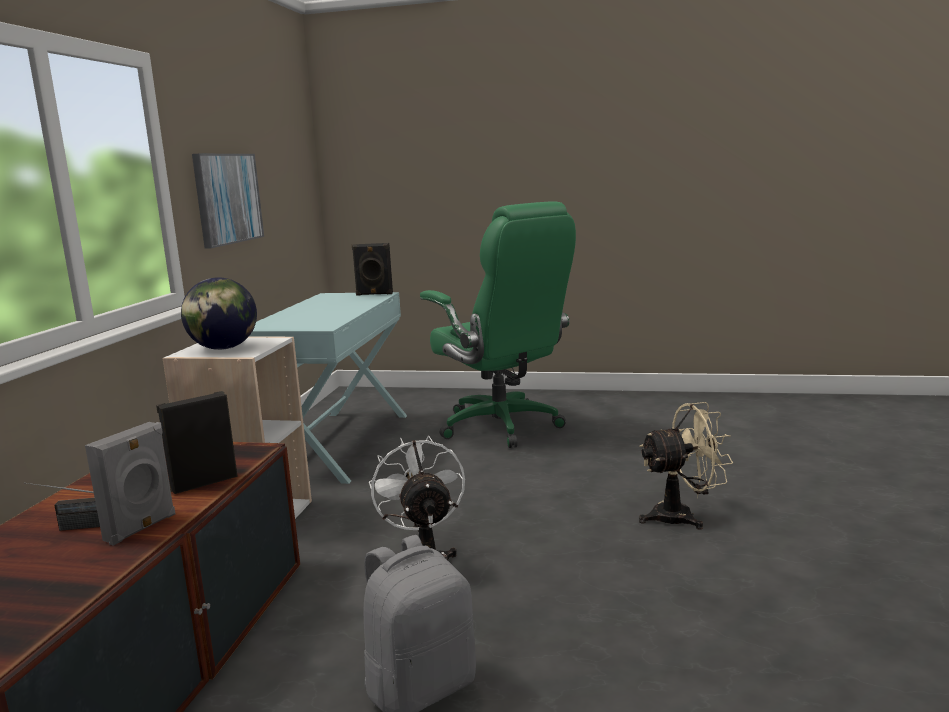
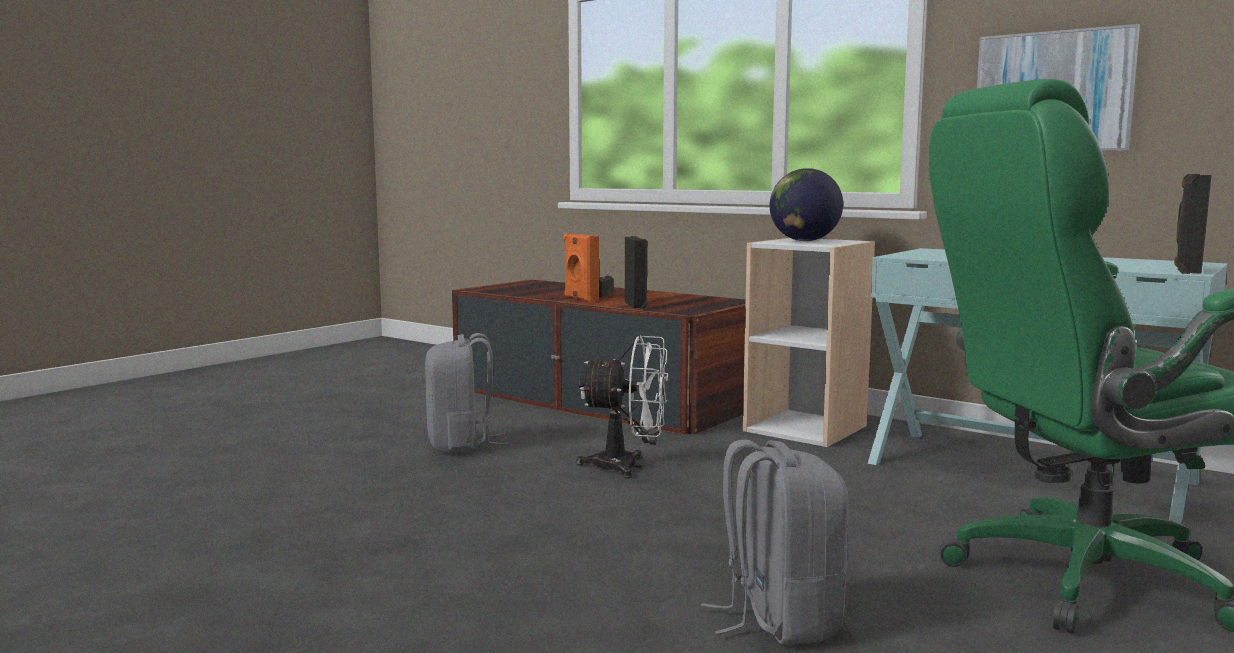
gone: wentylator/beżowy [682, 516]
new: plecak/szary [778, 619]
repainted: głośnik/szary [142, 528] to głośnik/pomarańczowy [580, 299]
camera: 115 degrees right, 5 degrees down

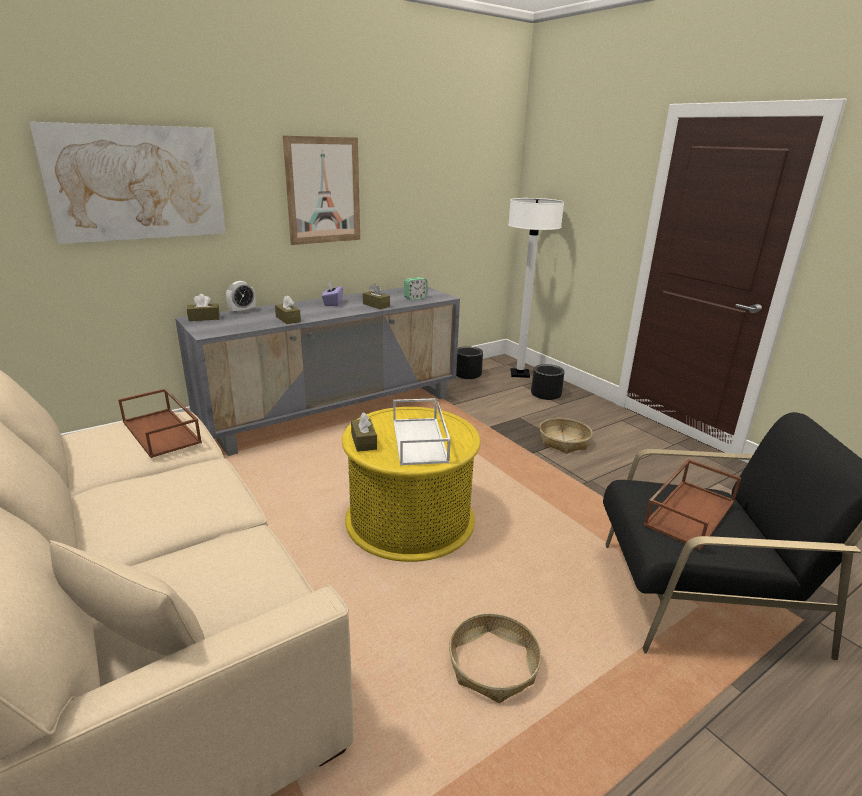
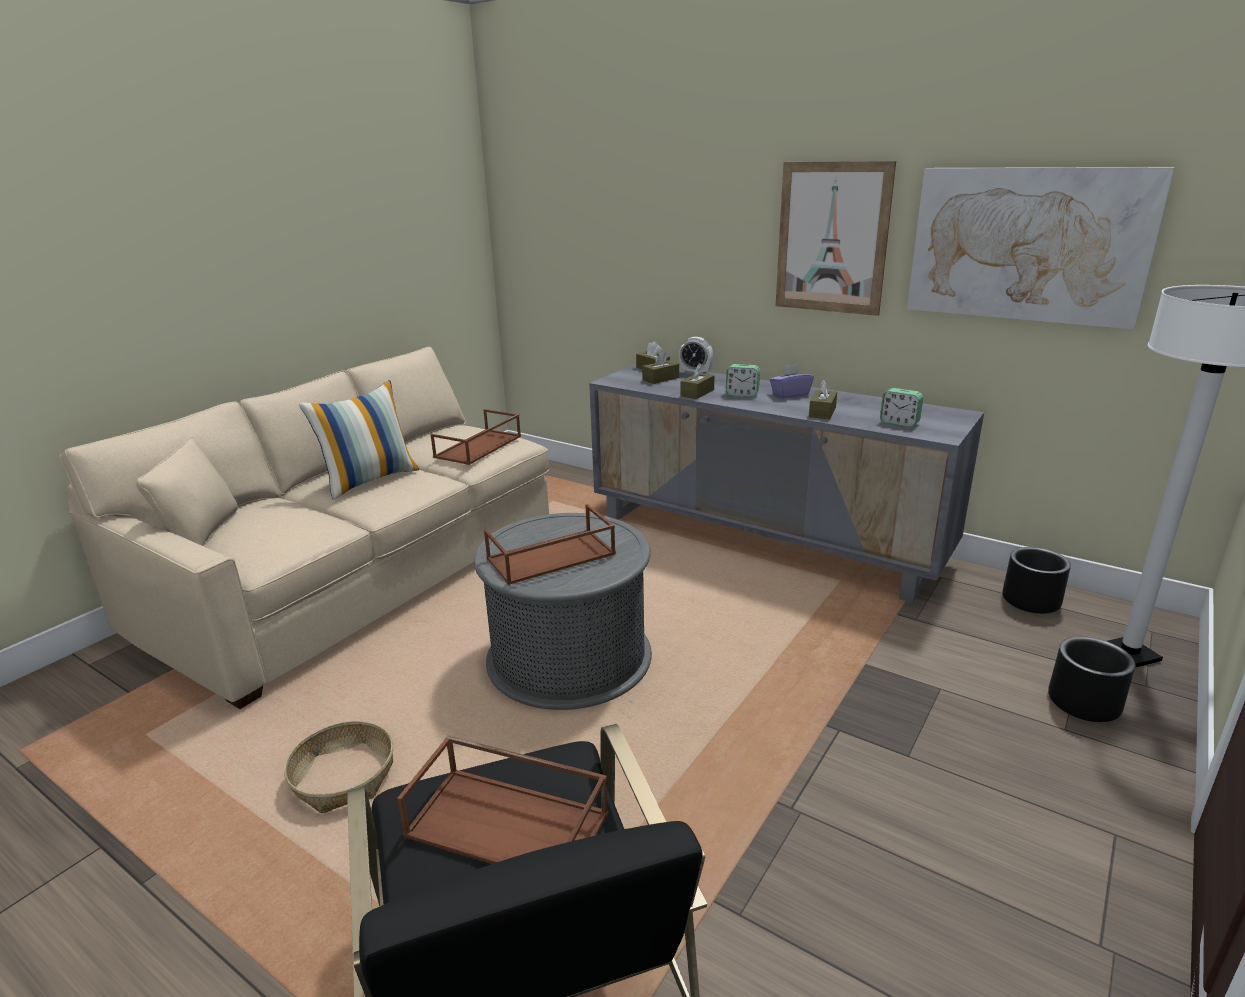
gone: koszyk [563, 442]
new: poduszka [369, 480]; budzik [742, 394]
shifted: obraz [137, 183] to [1027, 245]; pudełko chusteczek/brązowy [363, 441] to [660, 379]
repainted: ława/żółty [410, 519] to ława/szary [569, 657]; taca/biały [420, 441] to taca/brązowy [550, 557]
camera: 70 degrees right, 0 degrees up

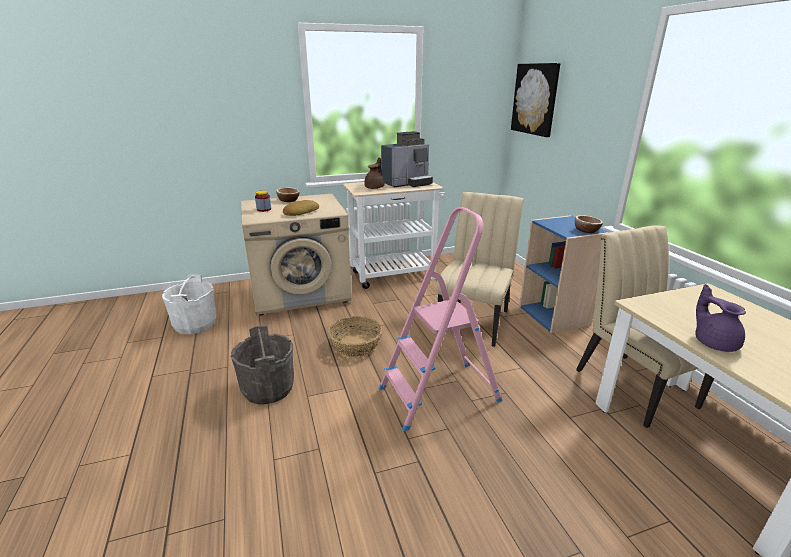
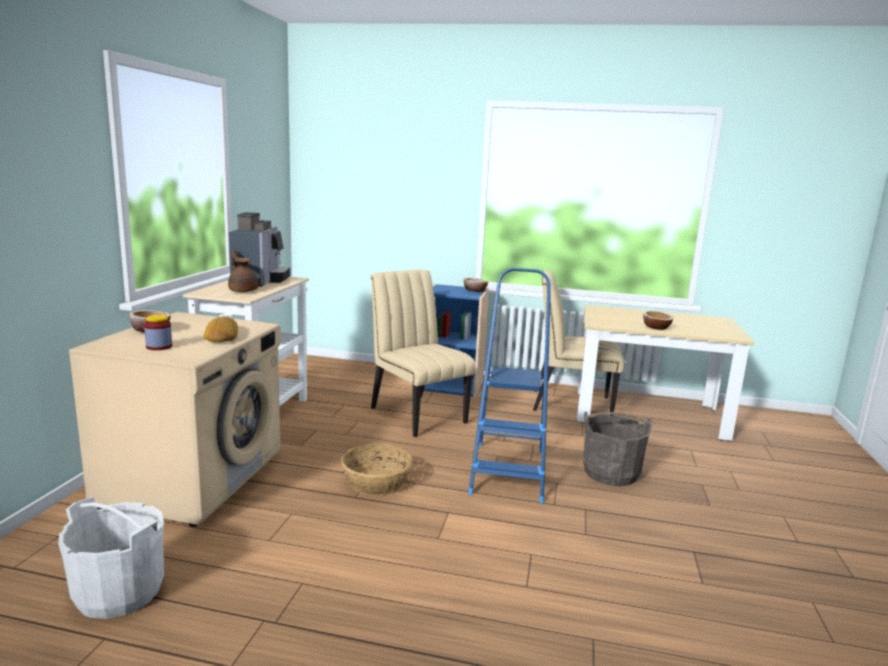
gone: obraz [535, 99]
shifted: wiadro/szary [268, 388] to [610, 473]
swapped: imbryk/fioletowy [714, 342] to miska [656, 327]
repainted: drabinka/różowy [438, 394] to drabinka/niebieski [508, 471]
camera: 60 degrees left, 10 degrees down

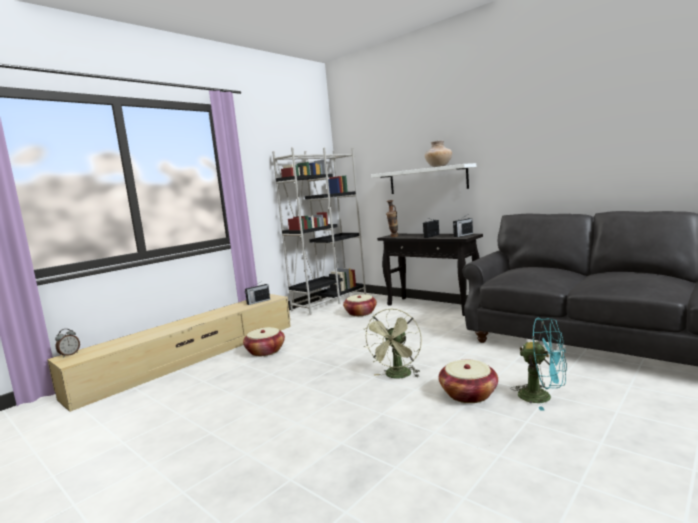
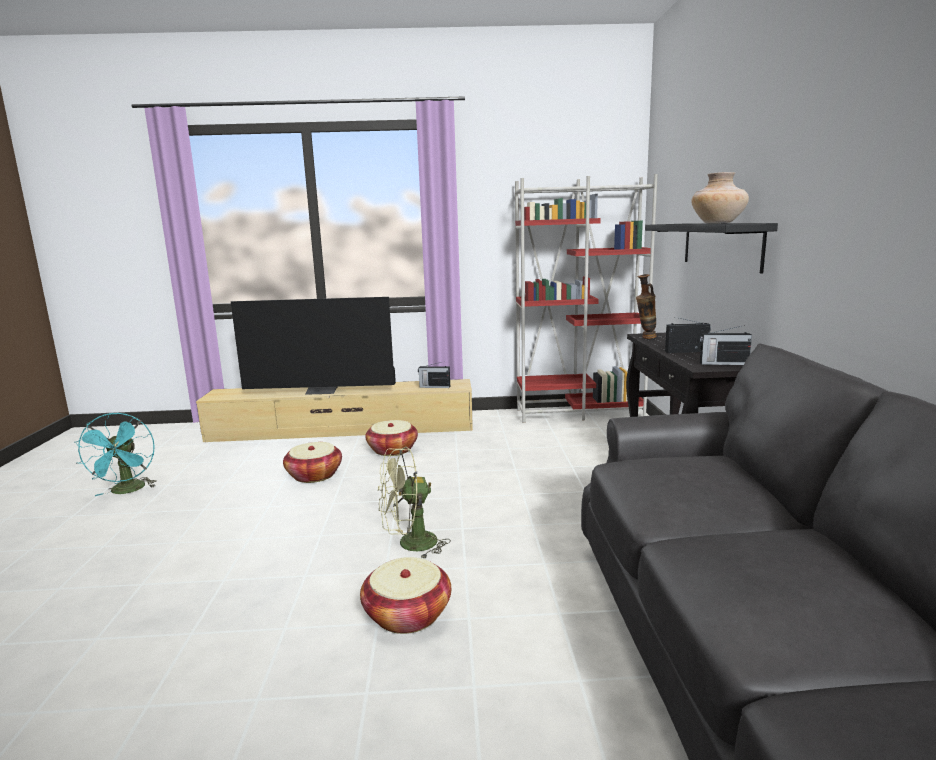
gone: budzik [69, 354]
new: telewizor [322, 391]
shifted: koszyk [360, 313] to [314, 475]; wentylator/turkusowy [542, 397] to [127, 491]
repainted: regał/czarny [330, 301] to regał/czerwony [580, 413]; półka/biały [427, 180] to półka/czarny [721, 245]
camera: 45 degrees right, 5 degrees up

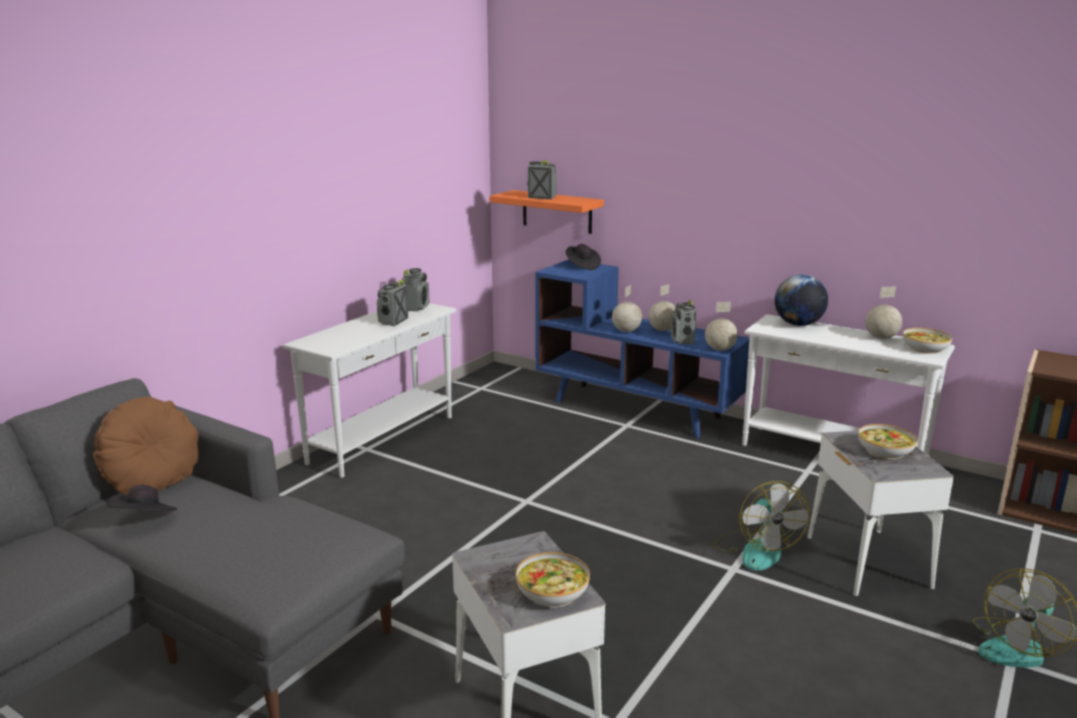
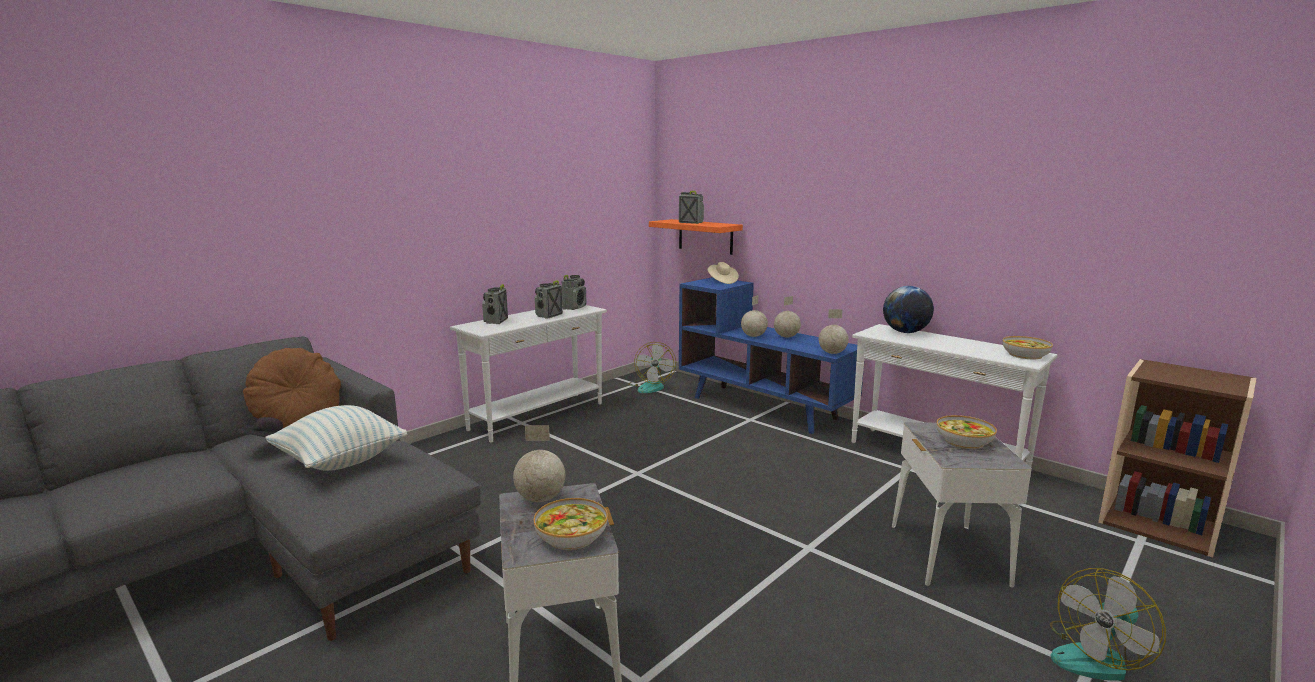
new: poduszka [340, 461]
shifted: radio [682, 340] to [495, 321]; wentylator [756, 550] to [651, 386]; globus [881, 338] to [541, 499]
repainted: kapelusz/czarny [582, 266] to kapelusz/beżowy [722, 281]
camera: 10 degrees right, 5 degrees down

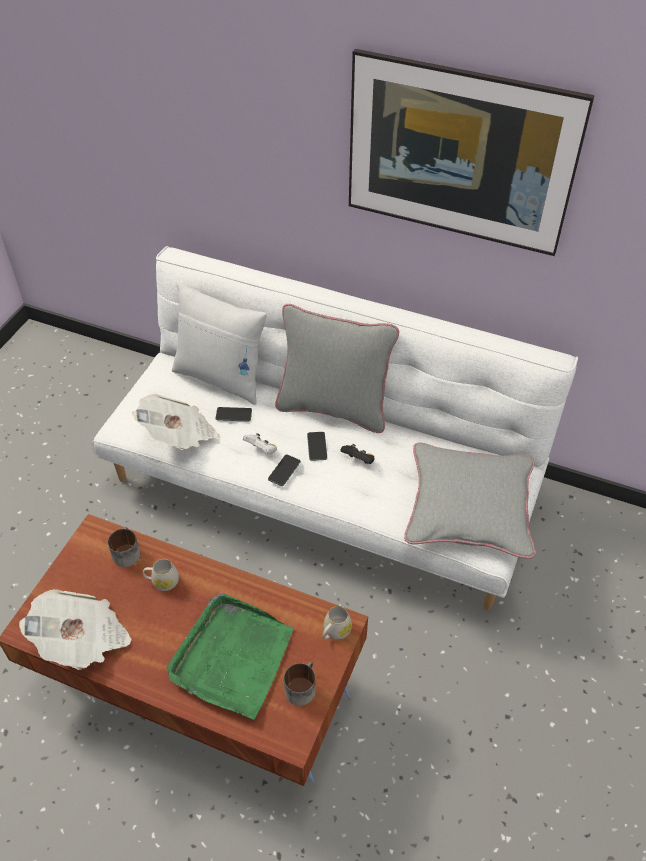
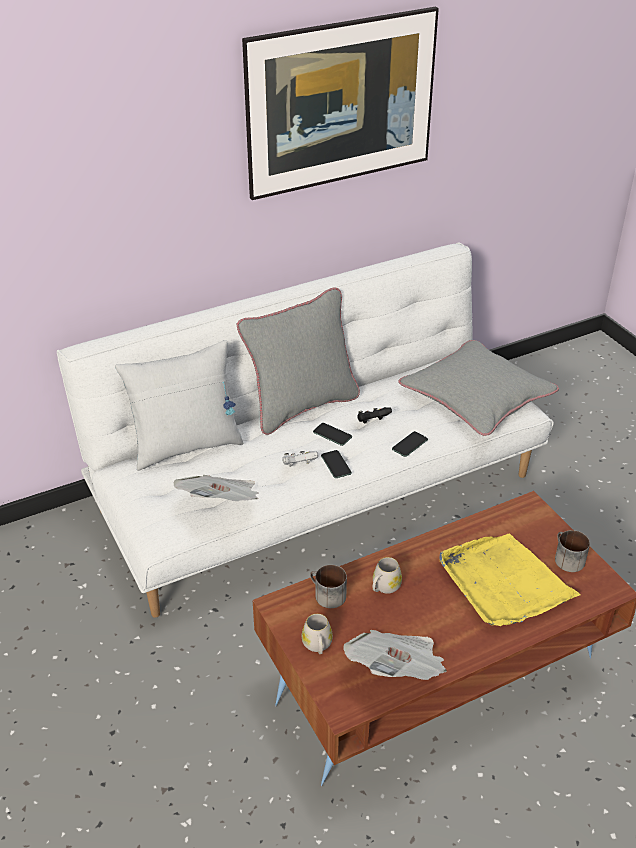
shifted: telefon [233, 414] to [409, 444]; kubek/biały [335, 632] to [317, 646]
repainted: taca/zielony [232, 657] to taca/żółty [503, 583]
camera: 50 degrees left, 10 degrees down

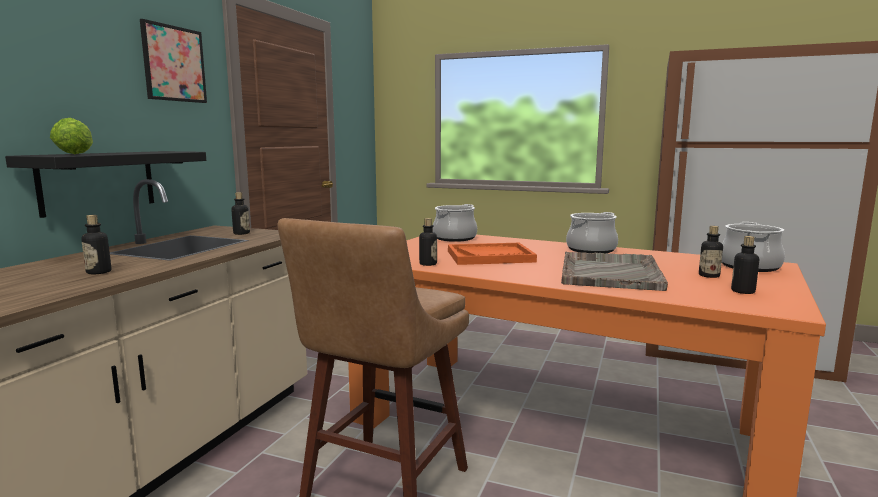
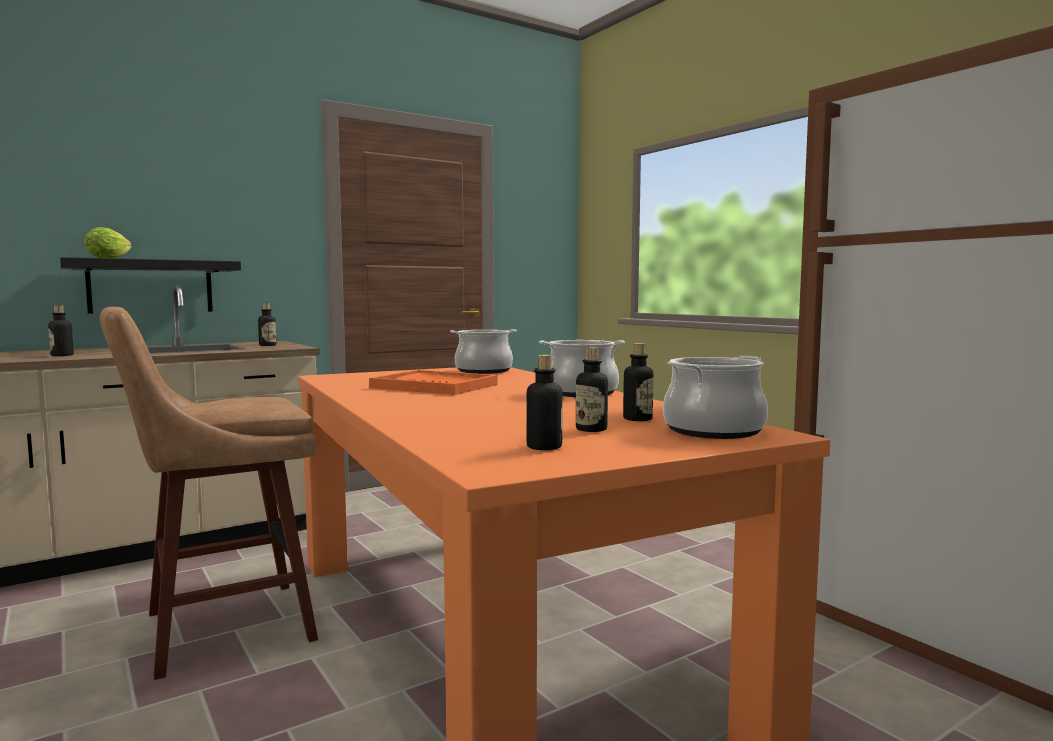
gone: obraz [174, 64]; taca/szary [610, 273]
shifted: butelka [428, 264] to [637, 419]
camera: 35 degrees right, 5 degrees down

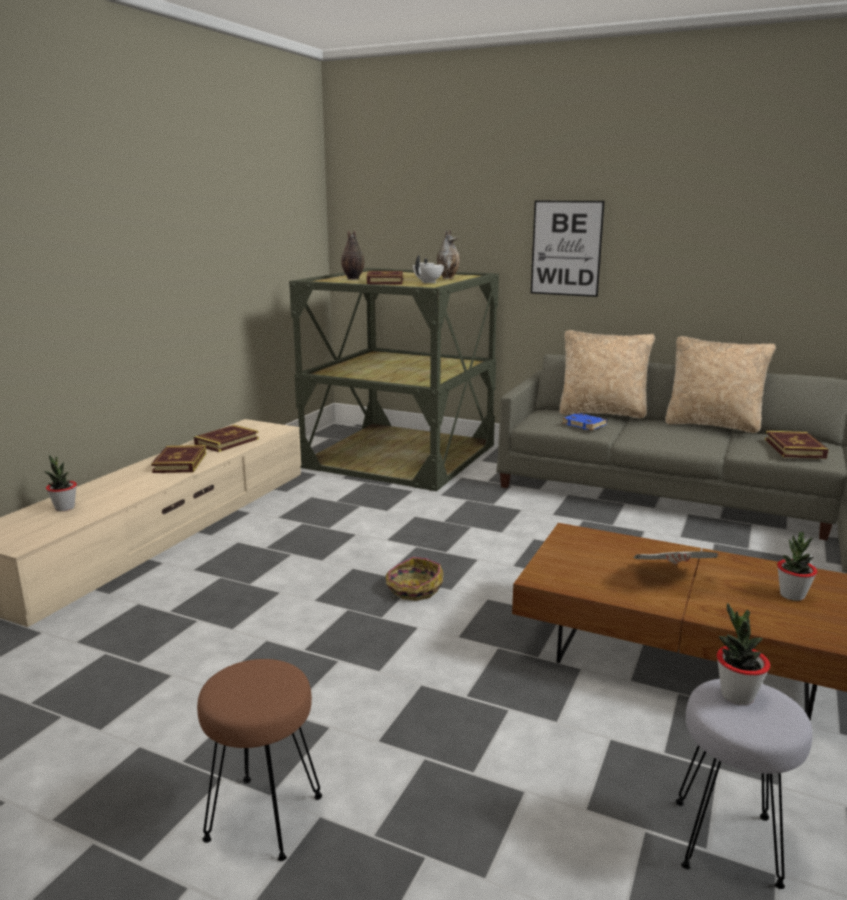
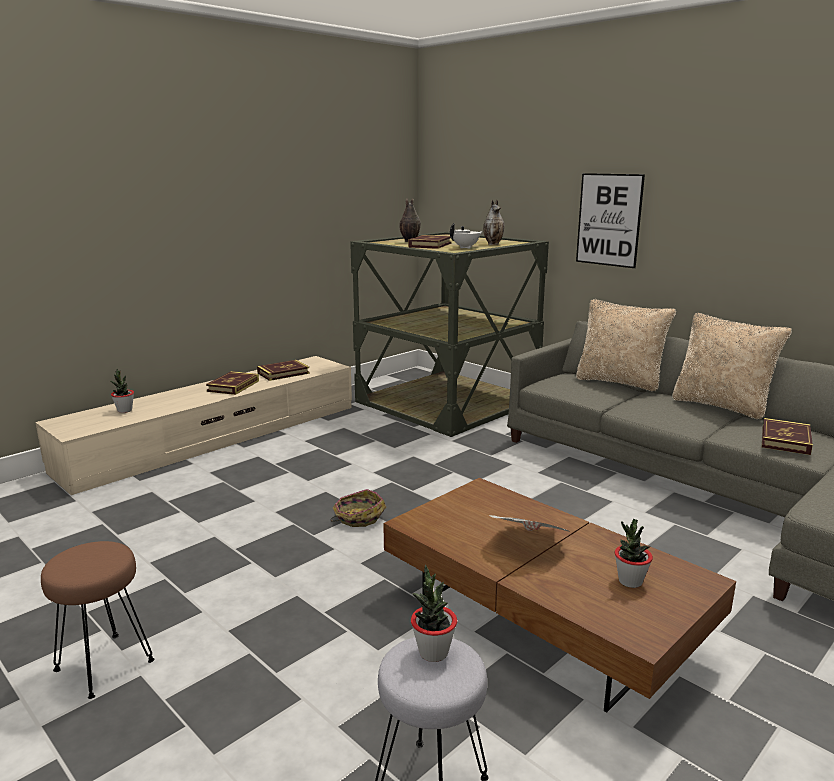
gone: książka/niebieski [585, 424]
camera: 20 degrees right, 0 degrees up

